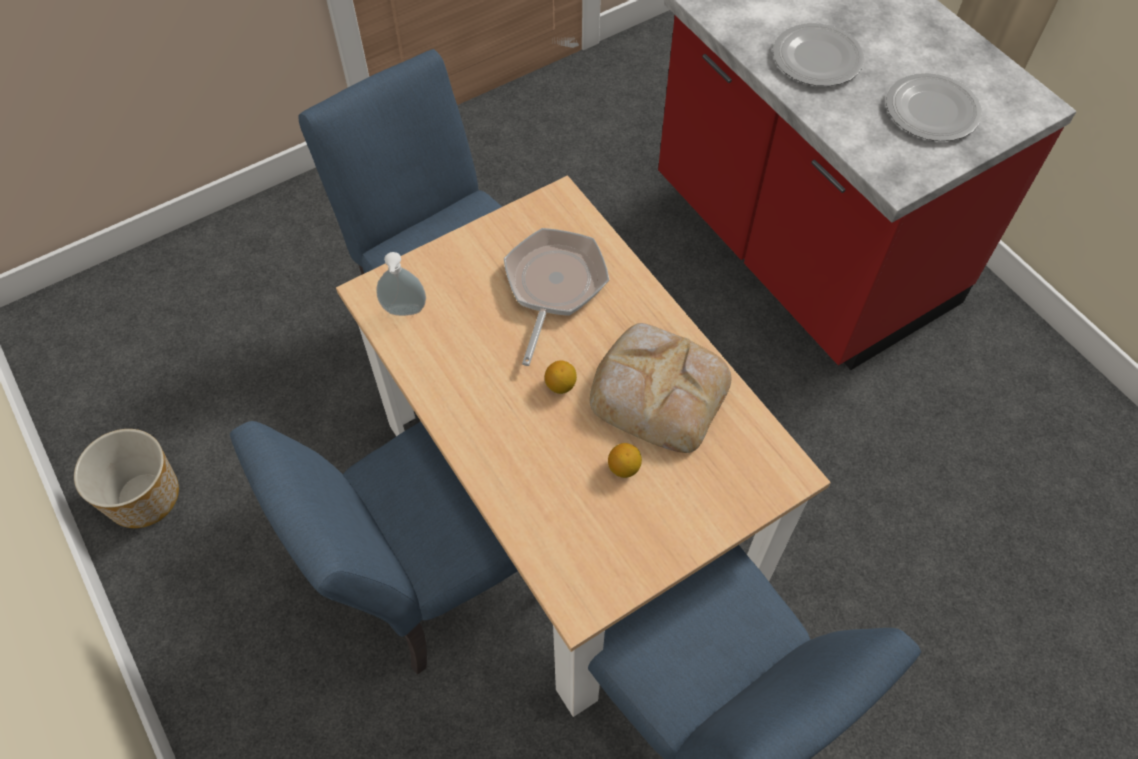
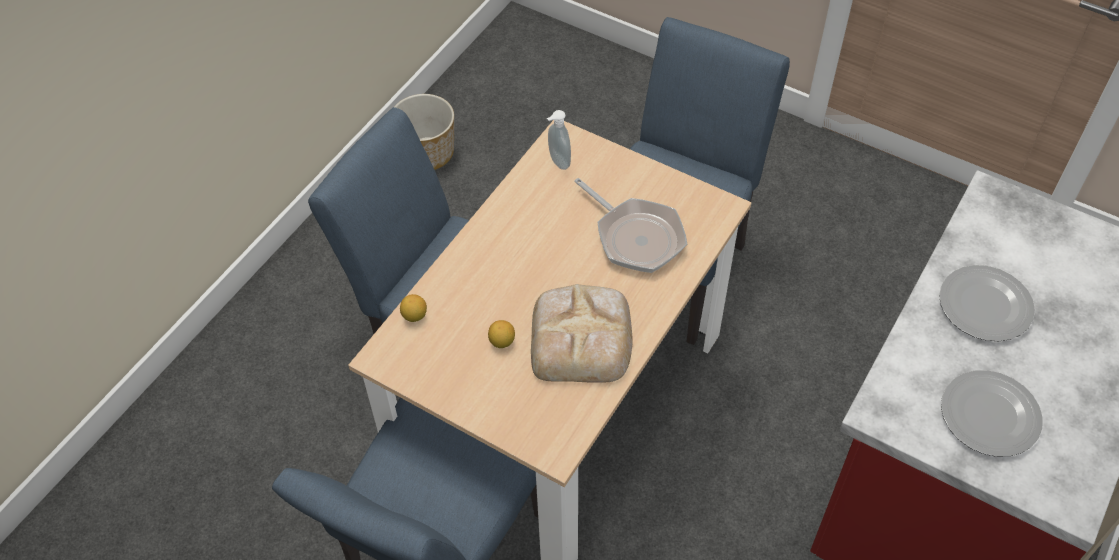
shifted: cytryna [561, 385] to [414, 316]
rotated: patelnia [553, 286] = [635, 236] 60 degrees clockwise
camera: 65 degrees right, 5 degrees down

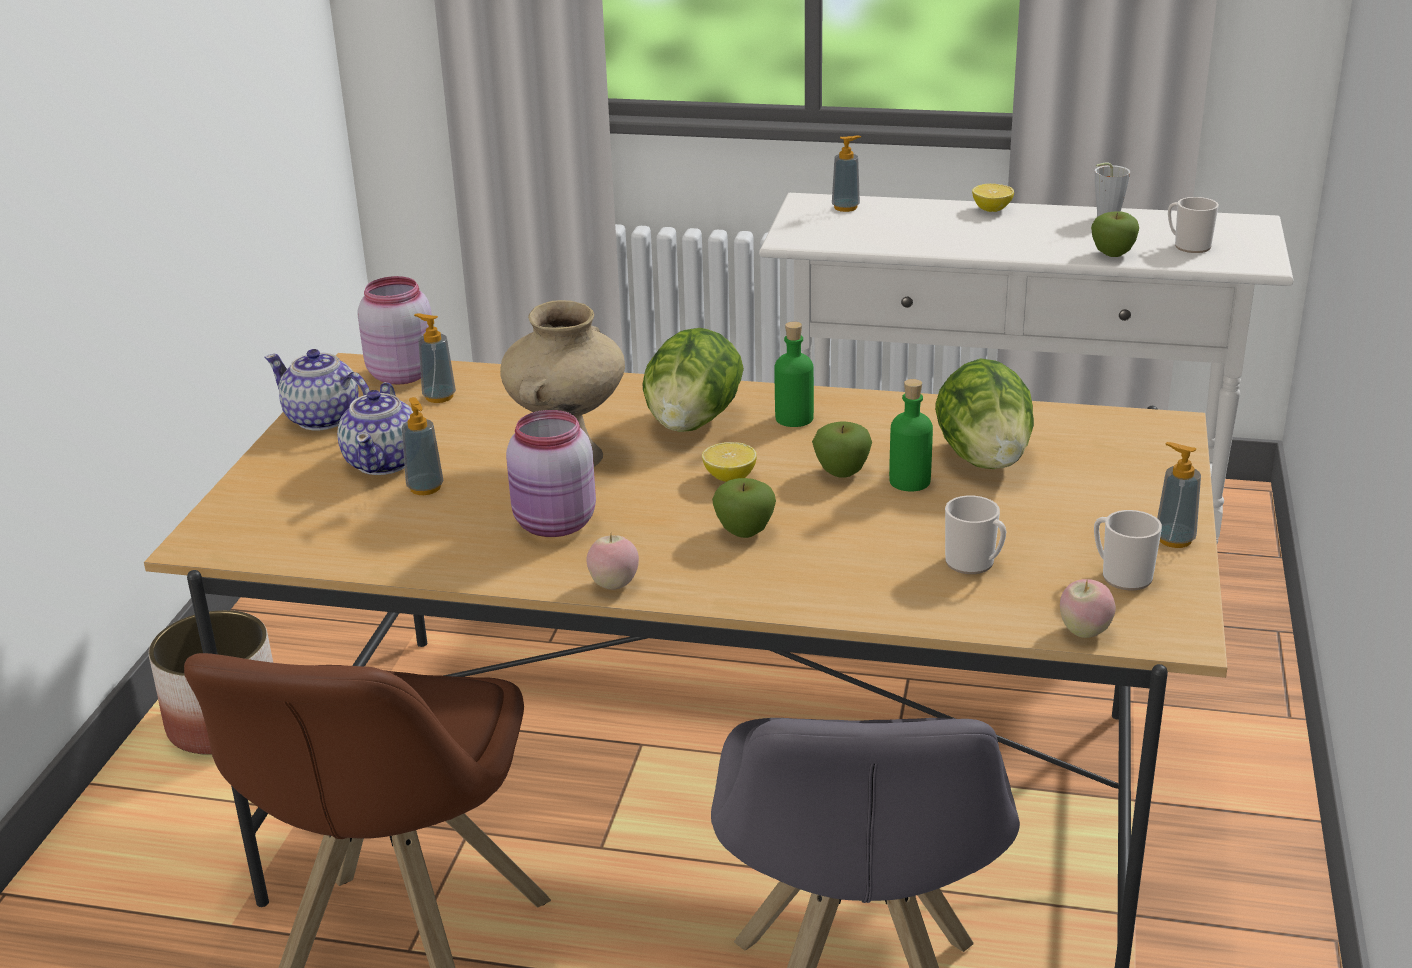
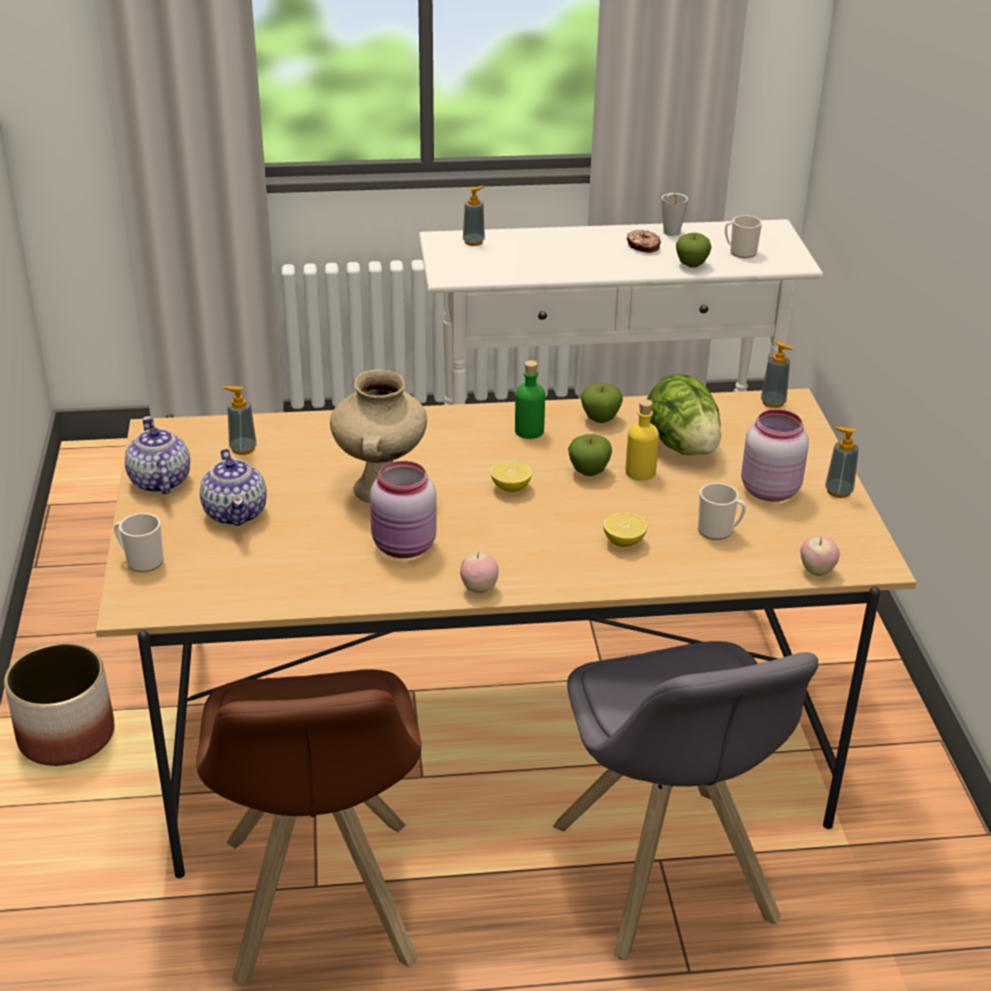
gone: sałata [692, 423]
new: donut [643, 246]
shifted: słoik/różowy [402, 373] to [768, 489]; dozownik mydła [425, 488] to [773, 403]; jabłko [744, 531] to [600, 419]; cytryna [992, 209] to [623, 542]; kubek [1121, 575] to [141, 561]
repainted: butelka/zielony [909, 481] to butelka/żółty [640, 472]
rotated: imbryk [323, 419] = [159, 482] 60 degrees clockwise
camera: 20 degrees left, 5 degrees up

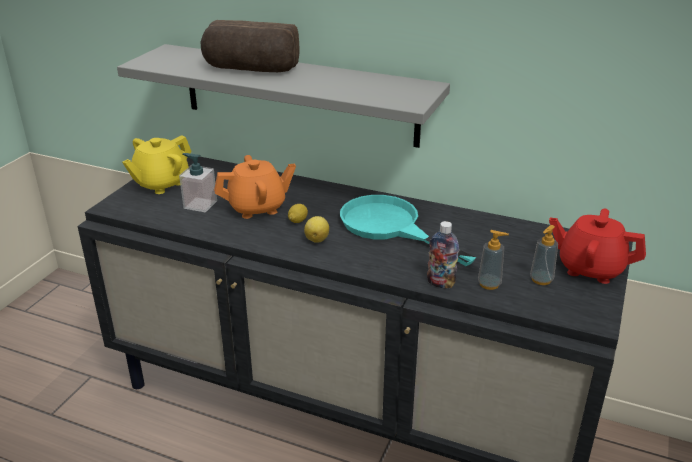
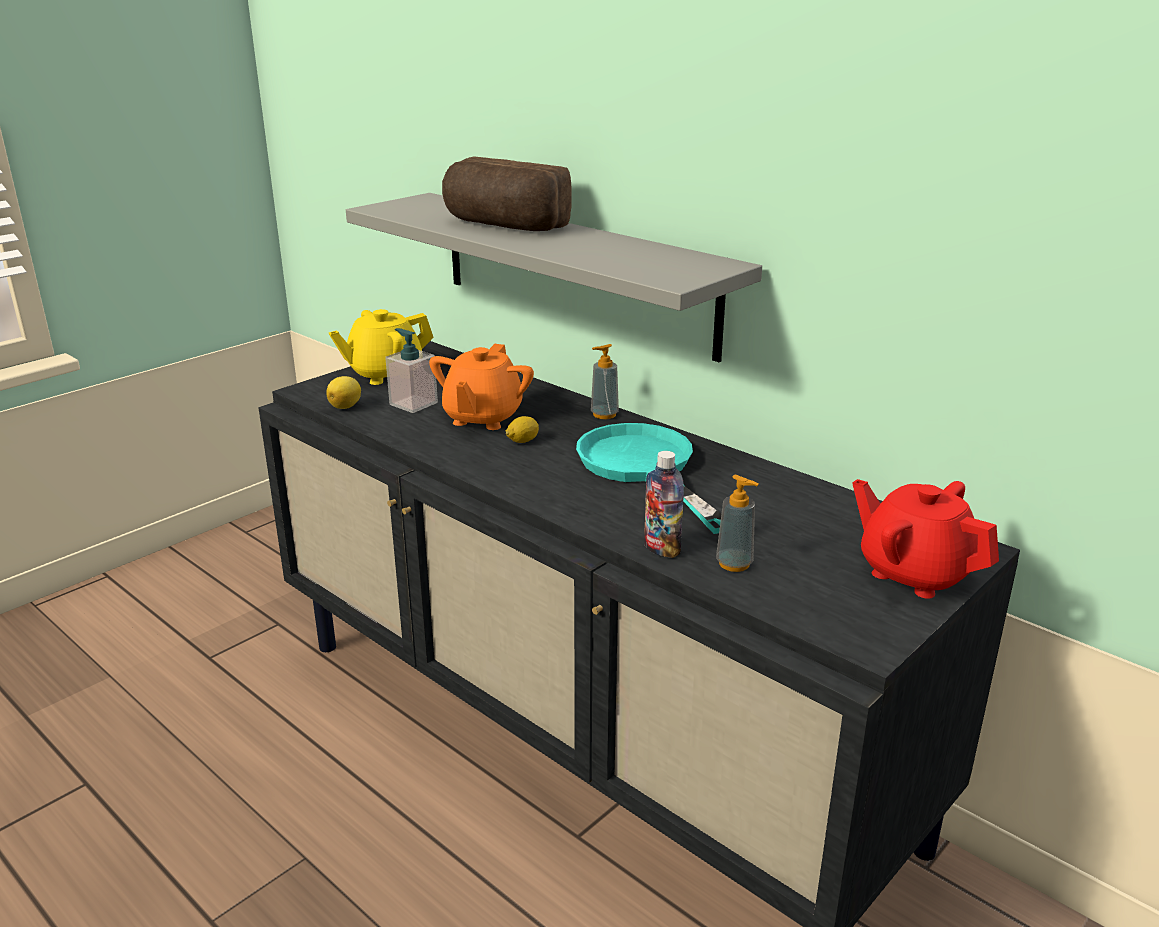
shifted: cytryna [317, 239] to [346, 406]; dozownik mydła [541, 279] to [604, 414]
rotated: imbryk/pomarańczowy [257, 208] = [482, 418] 105 degrees clockwise
camera: 20 degrees right, 5 degrees down

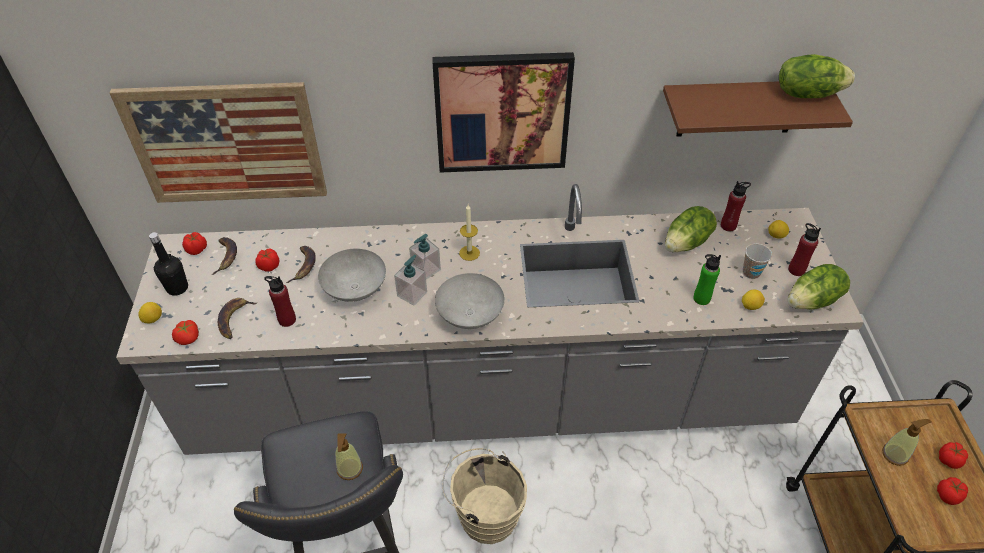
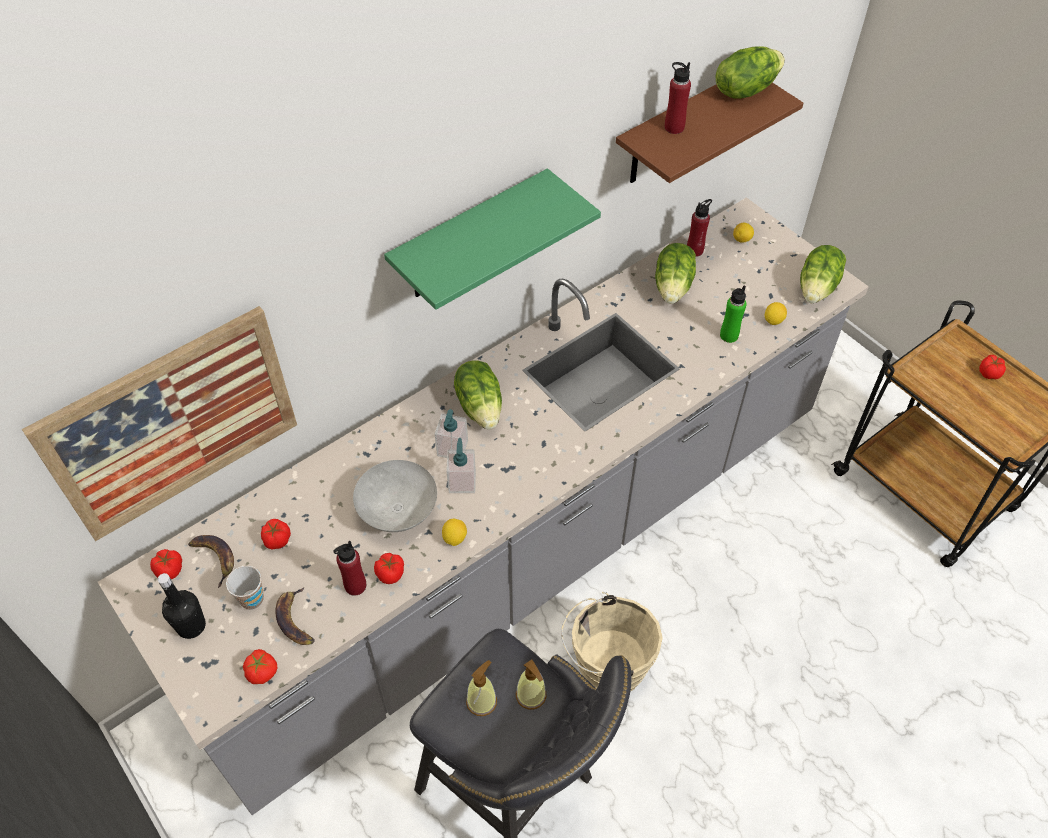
gone: banan [304, 266]; miska/szary [469, 316]
shifted: cytryna [153, 319] to [454, 538]; filiżanka [751, 272] to [252, 599]; butelka/czerwony [796, 270] to [674, 127]; dozownik mydła [895, 454] to [481, 701]; pomidor [948, 495] to [391, 573]
swapped: obraz [502, 112] to półka/zielony [470, 237]; świeca [469, 253] to sałata [481, 406]
camera: 35 degrees left, 5 degrees up

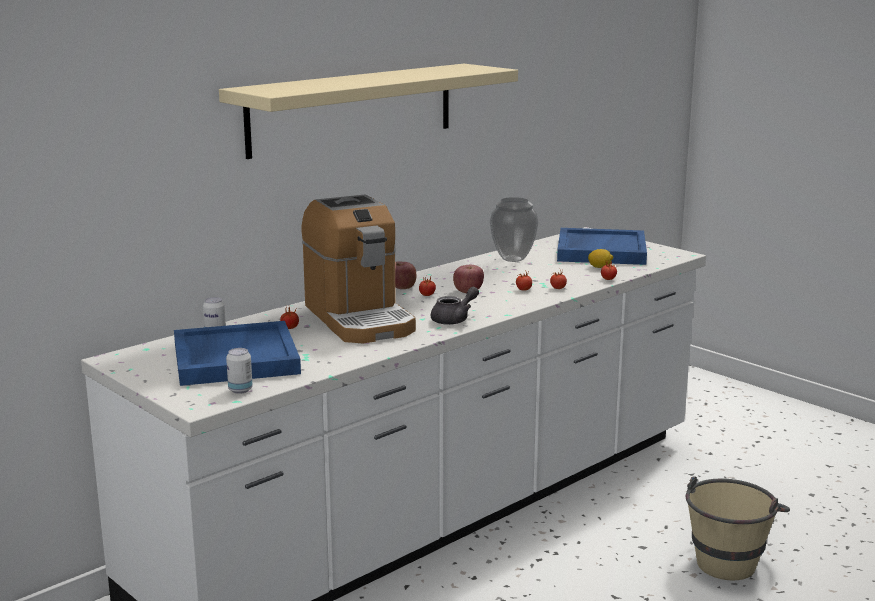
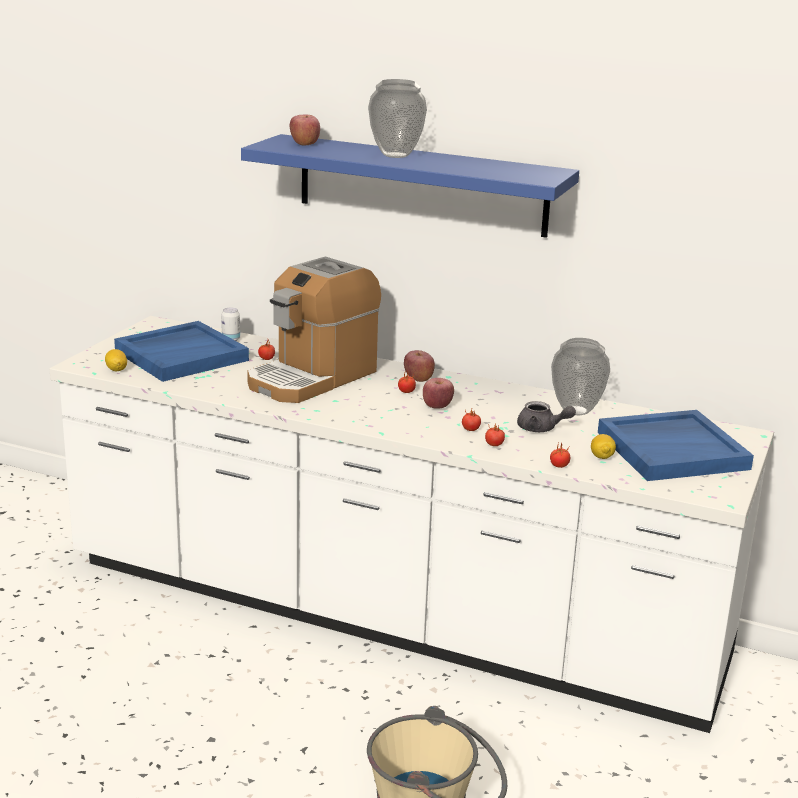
new: jabłko [304, 144]; wazon [396, 155]
shifted: imbryk/szary [454, 319] to [541, 429]
swapped: puszka [240, 390] to cytryna [116, 370]
repainted: półka/beżowy [353, 108] to półka/niebieski [421, 185]
camera: 65 degrees right, 5 degrees up

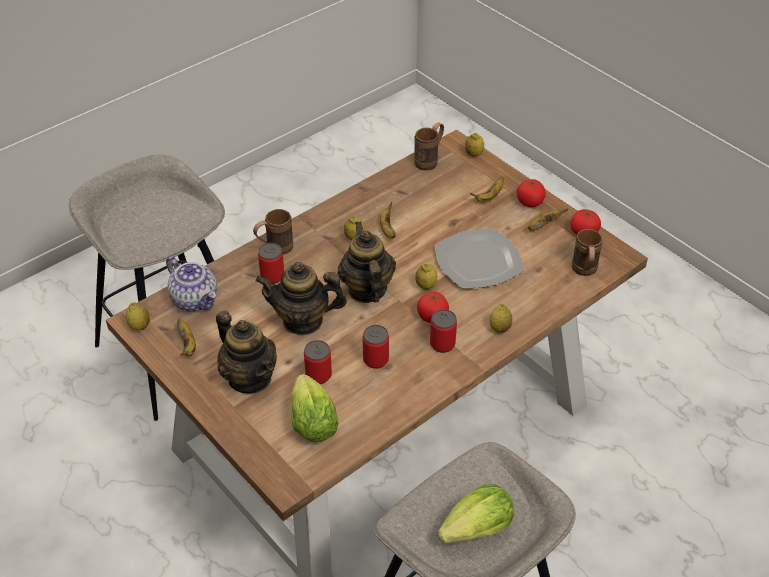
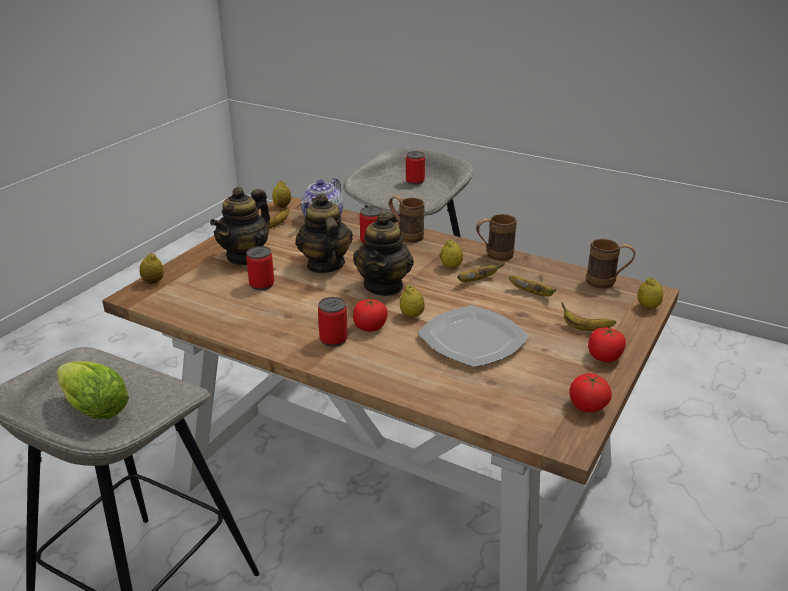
gone: sałata [311, 420]
shifted: puszka [375, 360] to [415, 181]; cytryna [499, 328] to [153, 282]; banan [543, 225] to [533, 294]; kubek/brązowy [584, 272] to [494, 256]
rotated: imbryk [366, 290] = [384, 286] 135 degrees clockwise
camera: 70 degrees right, 15 degrees down

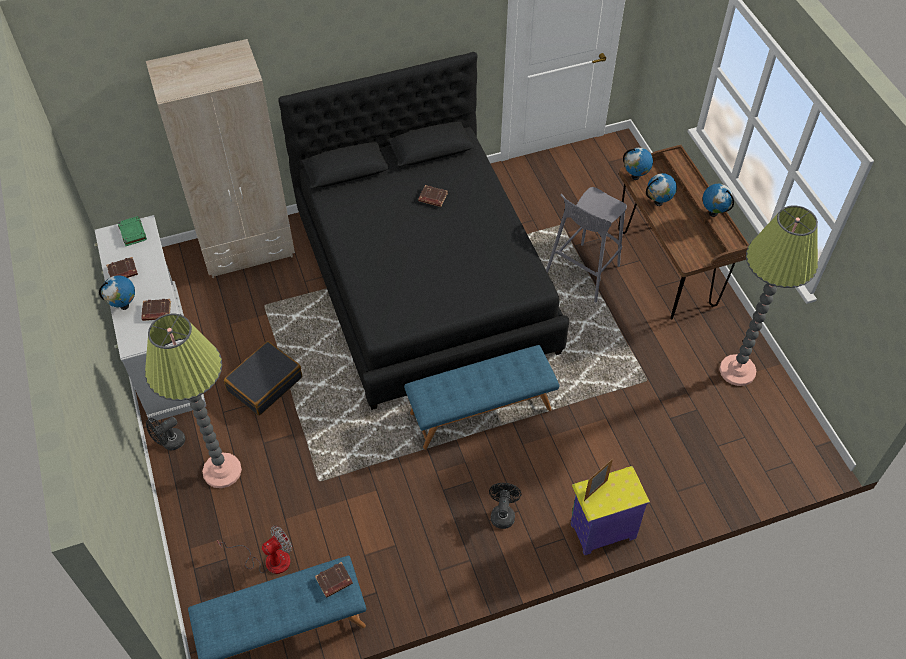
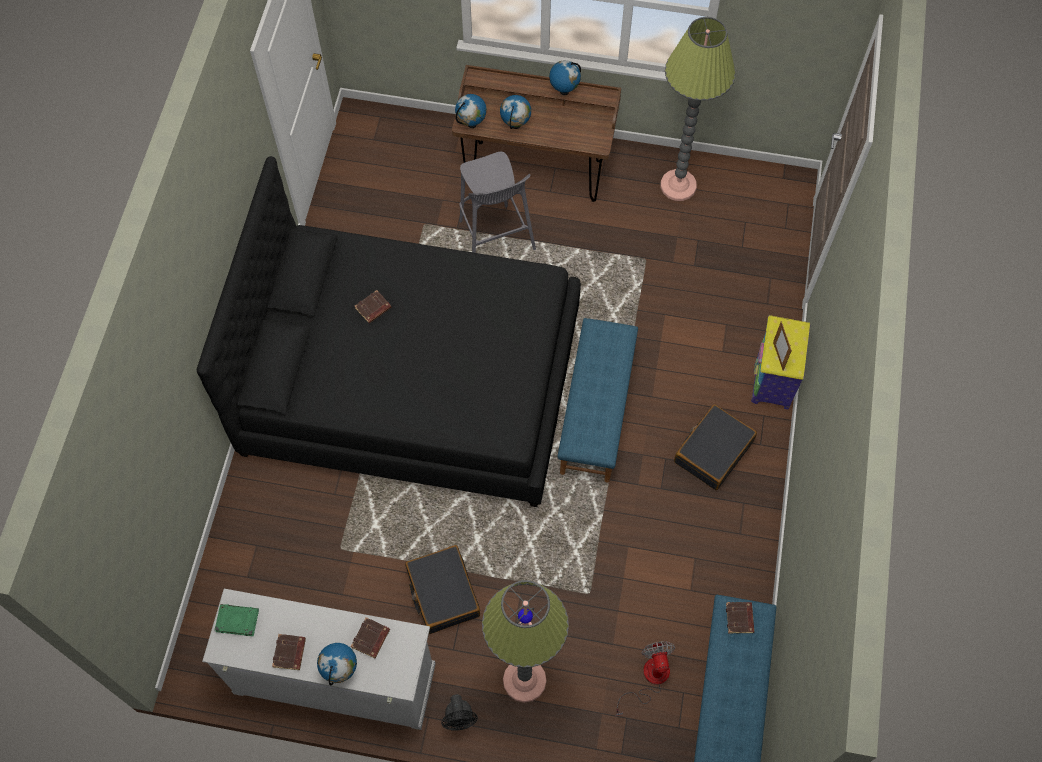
gone: szafa/beżowy [248, 249]
swapped: wentylator/czarny [502, 513] to walizka/czarny [713, 451]
camera: 60 degrees left, 10 degrees up

